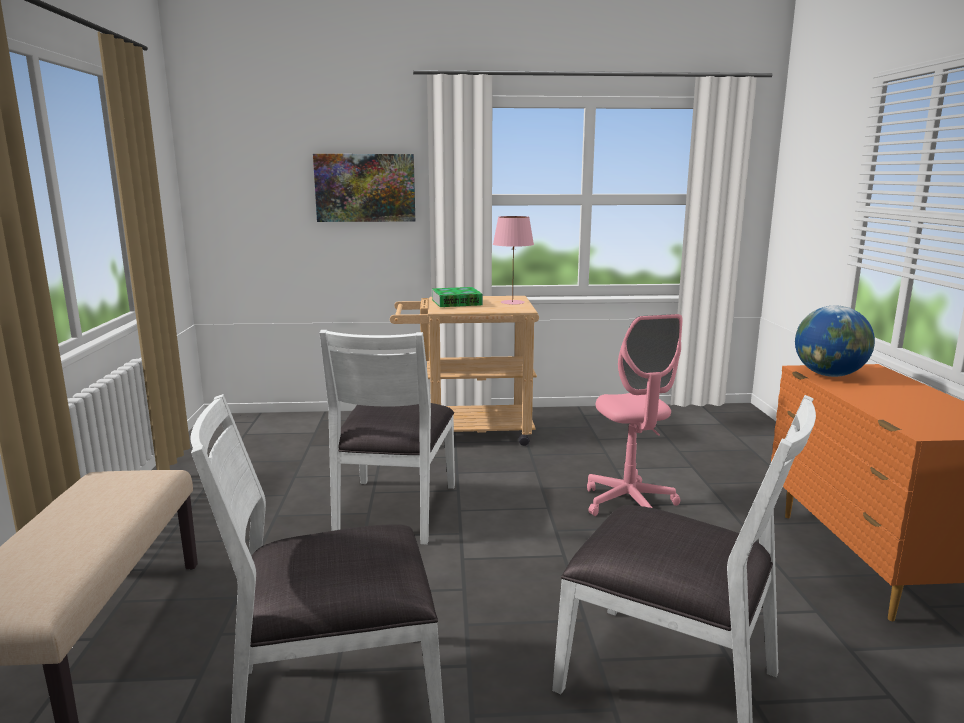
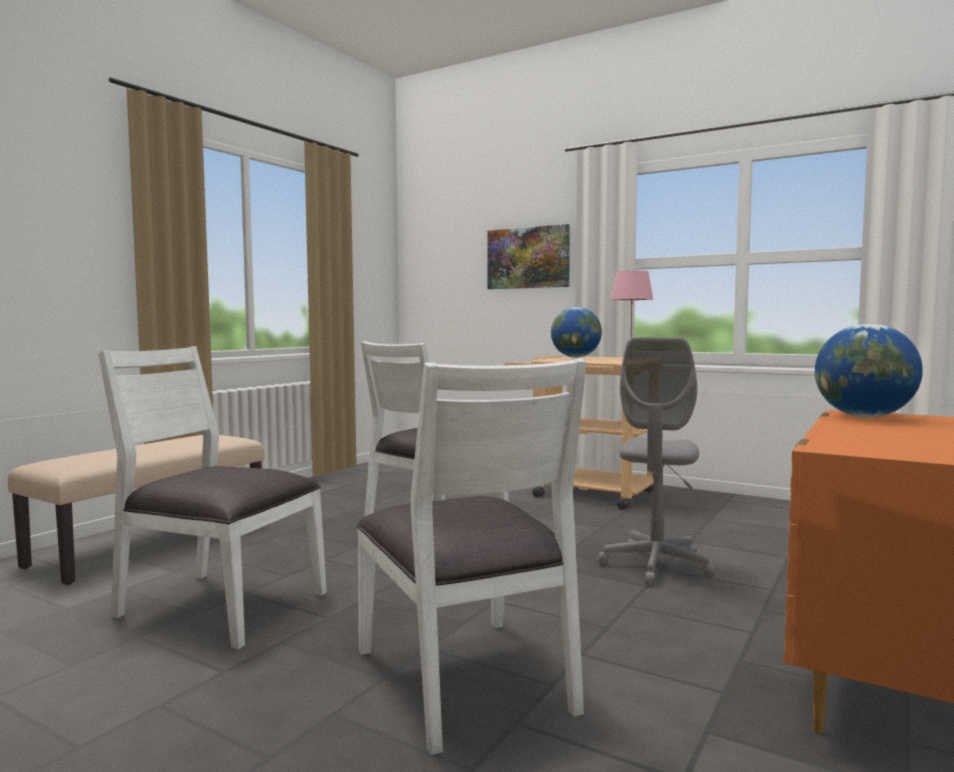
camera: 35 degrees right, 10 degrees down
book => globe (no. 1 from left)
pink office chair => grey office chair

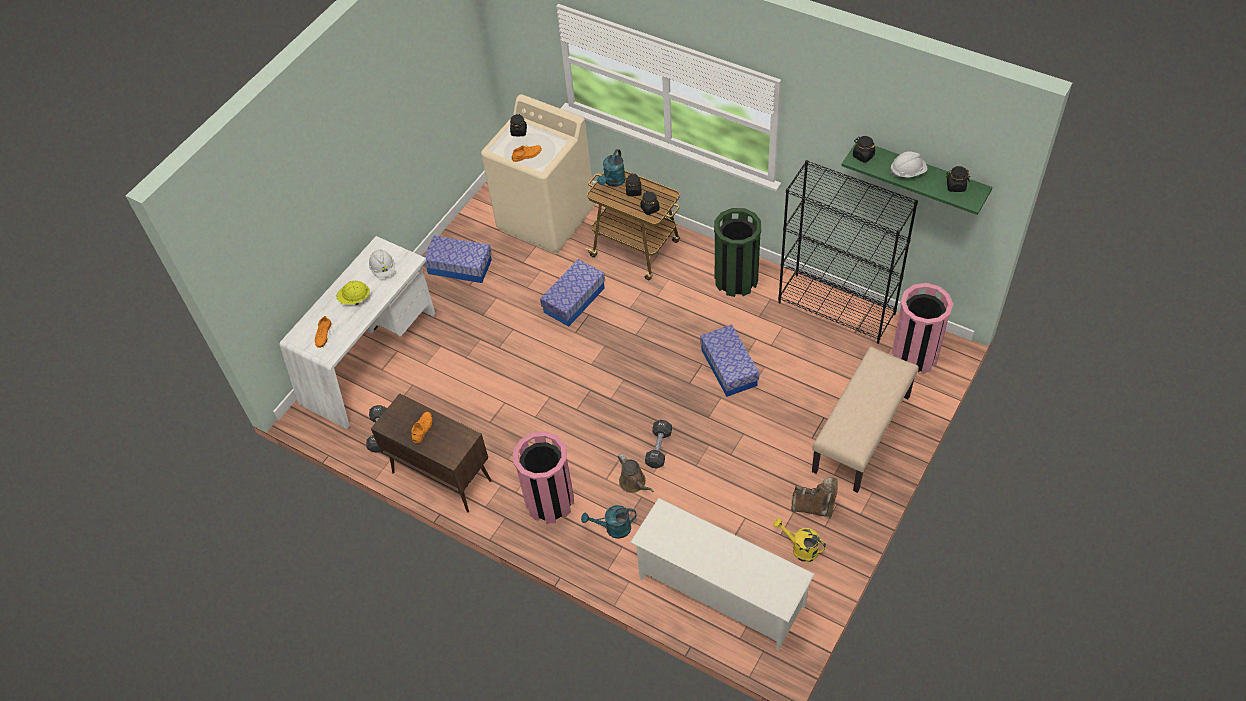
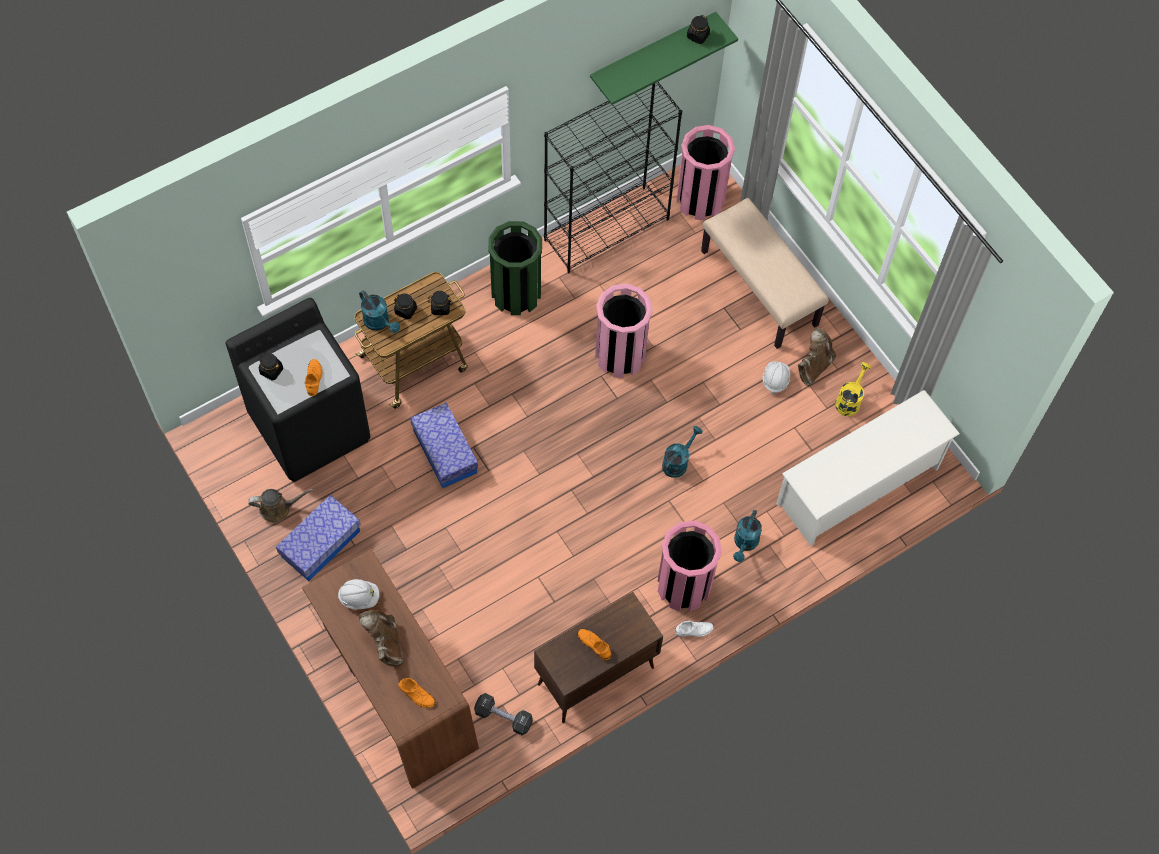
camera: 70 degrees left, 10 degrees up
beige washing machine => black washing machine
brown watering can, shifted
white desk => brown desk
yellow hard hat => brown boot (no. 1 from left)
storage box (no. 3 from left) => pink trash can (no. 1 from left)
black dumbbell (no. 2 from left) => turquoise watering can (no. 2 from left)
nothing => white shoe
white hard hat (no. 2 from left), shifted
yellow watering can, 150 degrees clockwise
black jar (no. 4 from left) => nothing

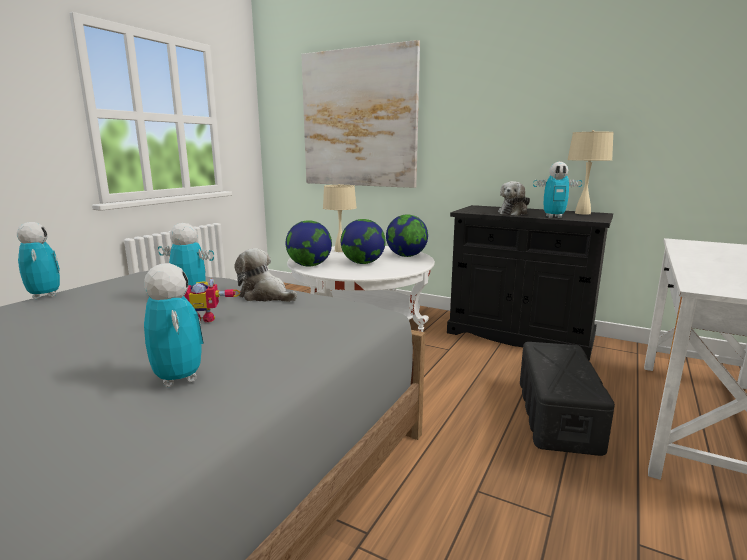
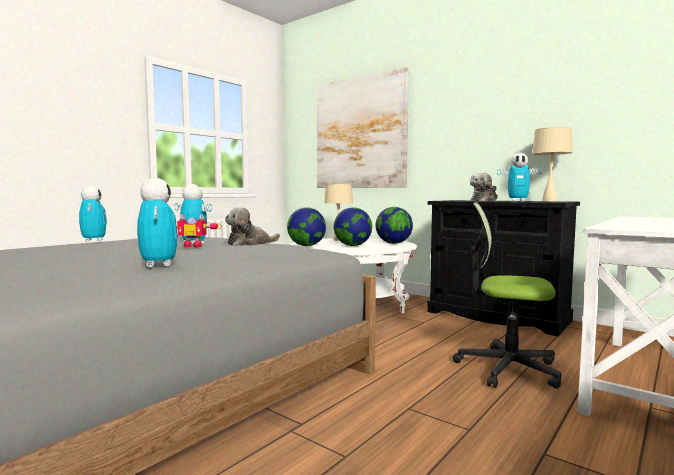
camera: 10 degrees right, 10 degrees down
plush toy (no. 1 from left), 75 degrees counterclockwise
black storage box => office chair

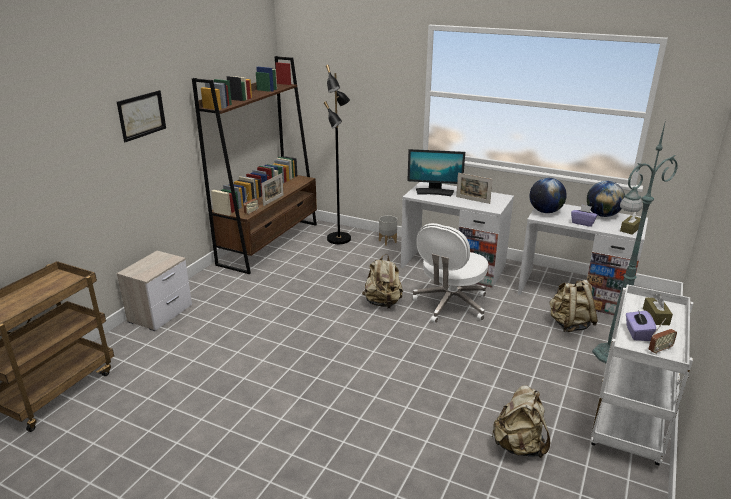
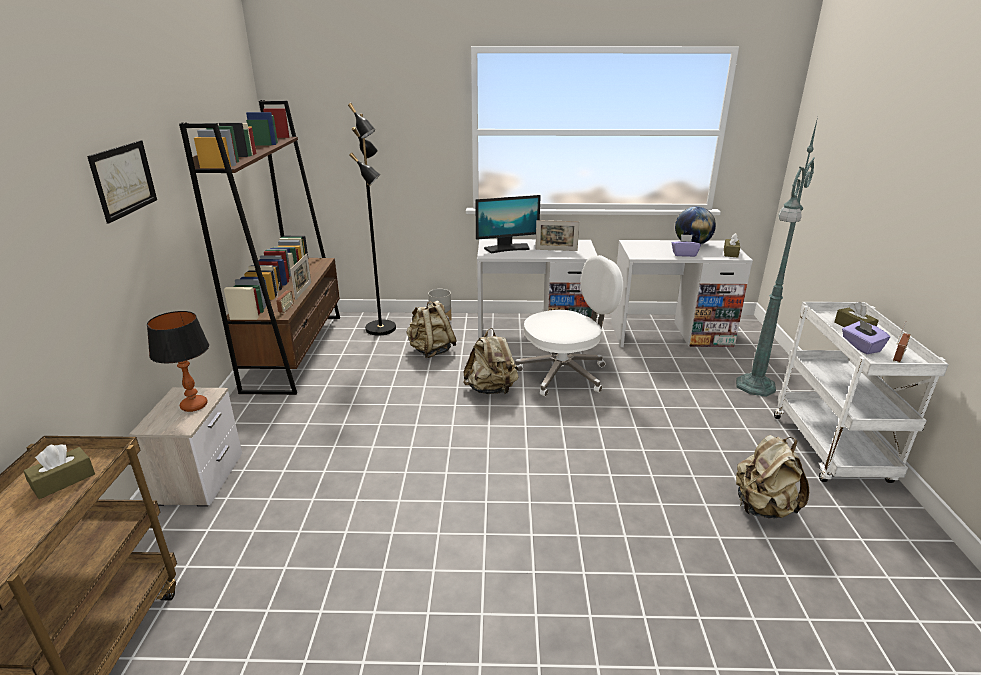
camera: 25 degrees left, 0 degrees up
nothing => brown tissue box (no. 1 from left)
nothing => table lamp
beige backpack (no. 3 from left in the first image) => beige backpack (no. 1 from left), shifted
white office chair, 120 degrees counterclockwise
globe (no. 1 from left) => nothing

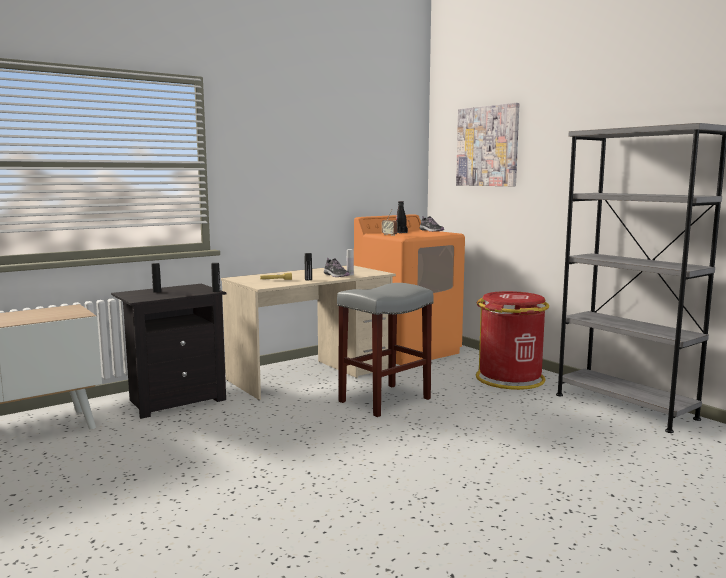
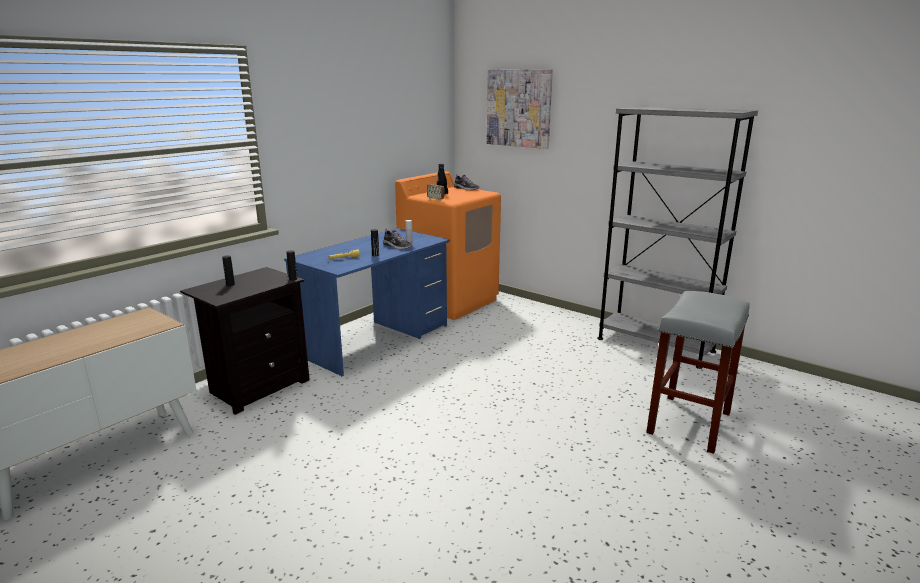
camera: 15 degrees left, 10 degrees up
beige desk => blue desk
grey stool, shifted
red trash can => nothing

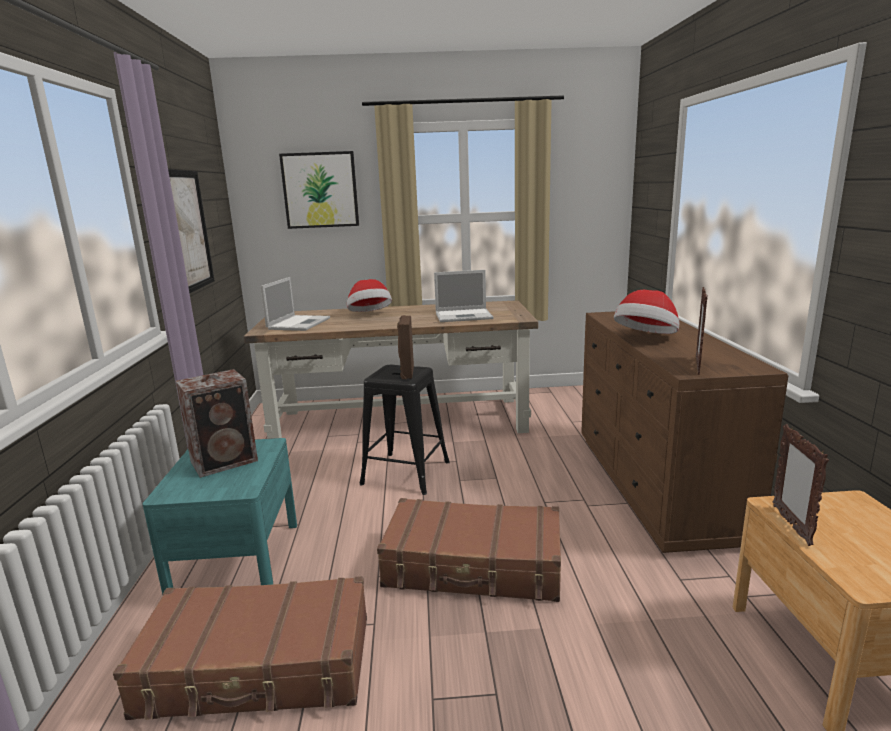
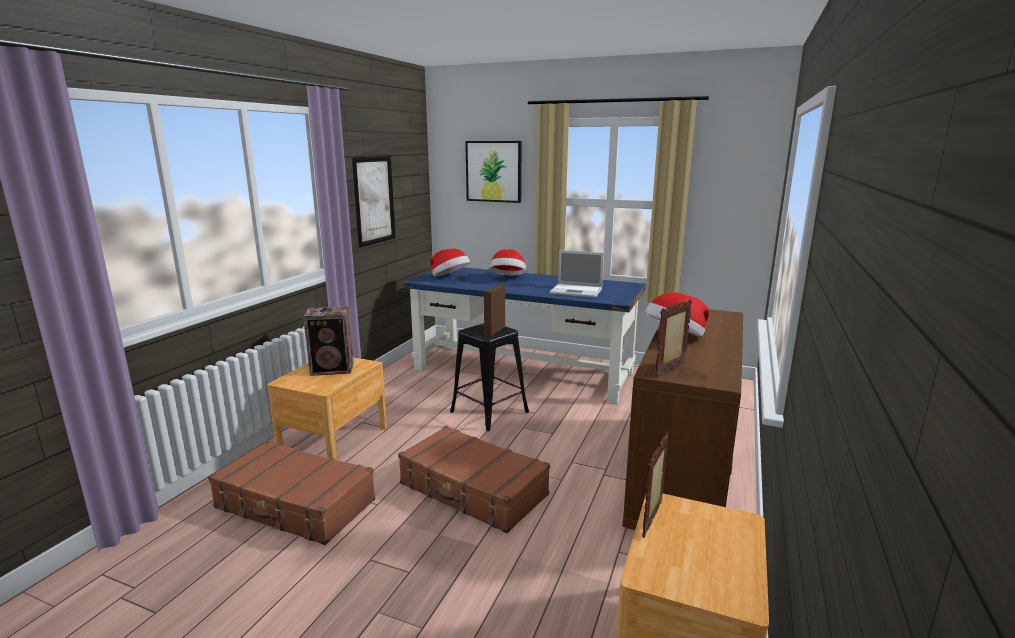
camera: 25 degrees right, 0 degrees up
turquoise nightstand => brown nightstand (no. 1 from left)
brown desk => blue desk
laptop (no. 1 from left) => hat (no. 1 from left)

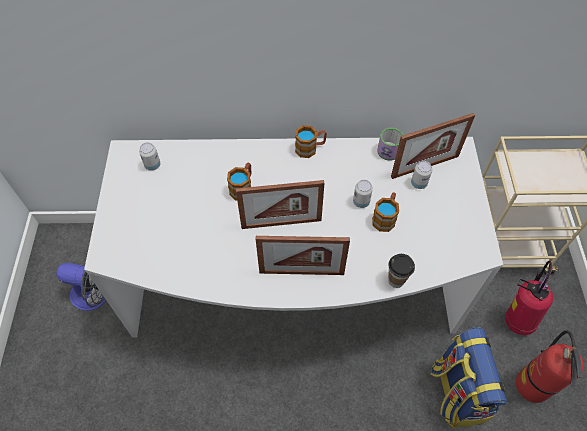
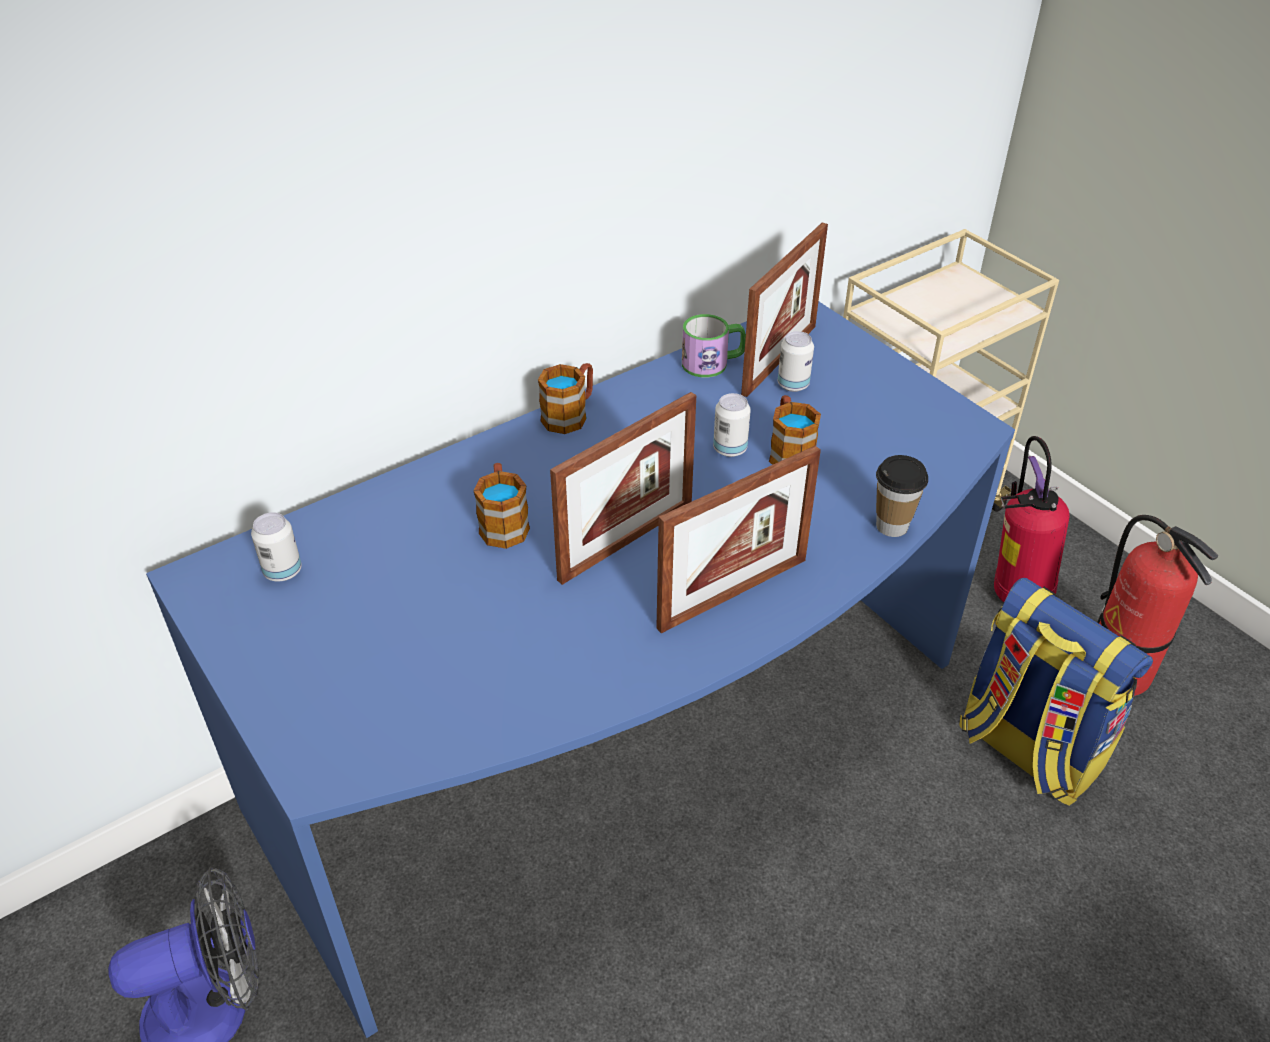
camera: 35 degrees left, 15 degrees down
white desk => blue desk

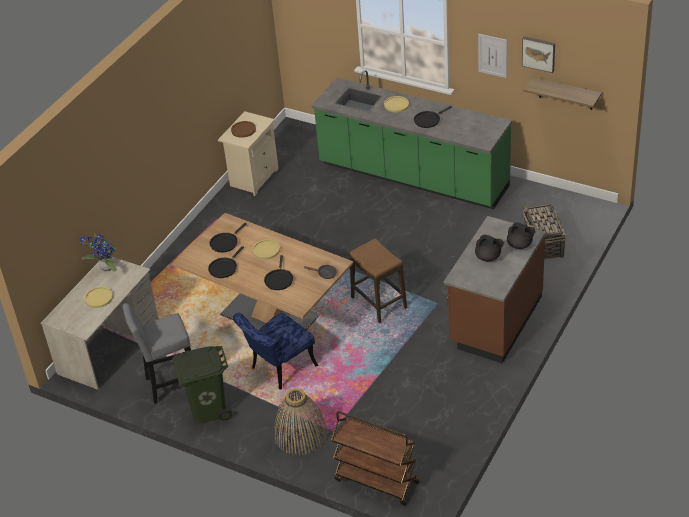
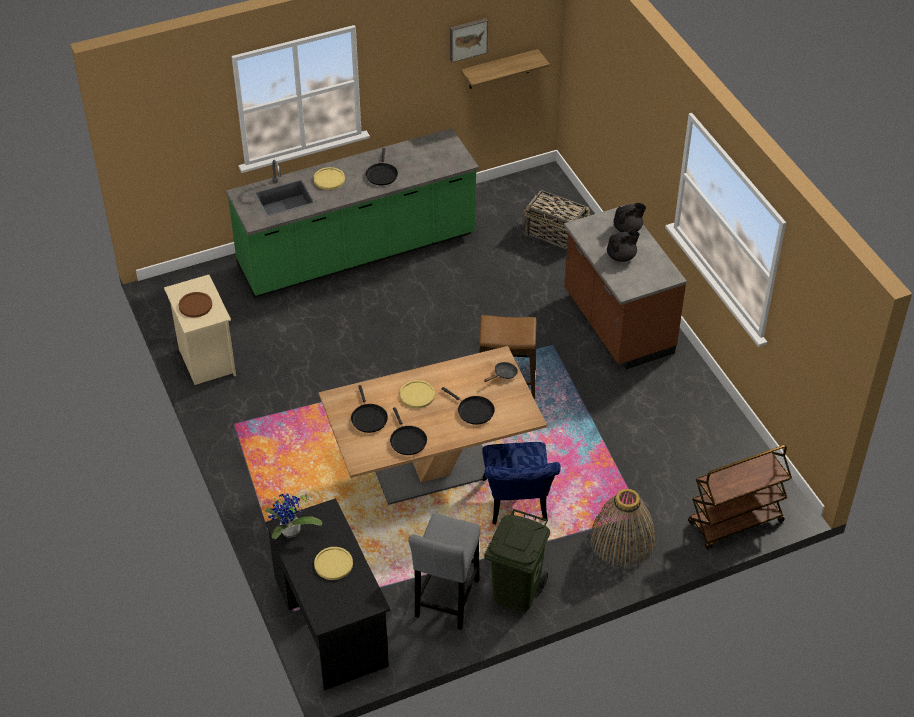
camera: 55 degrees left, 5 degrees up
beige desk => black desk
picture (no. 1 from left) => nothing

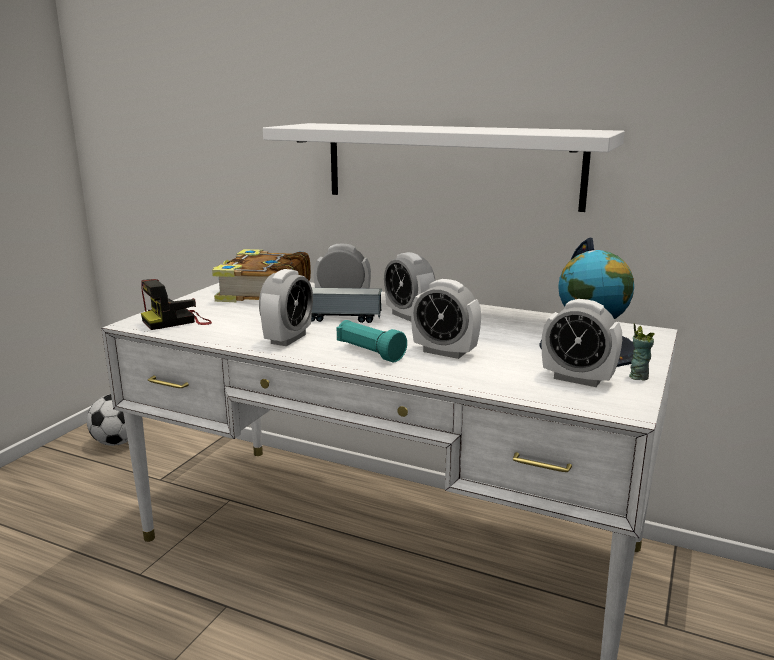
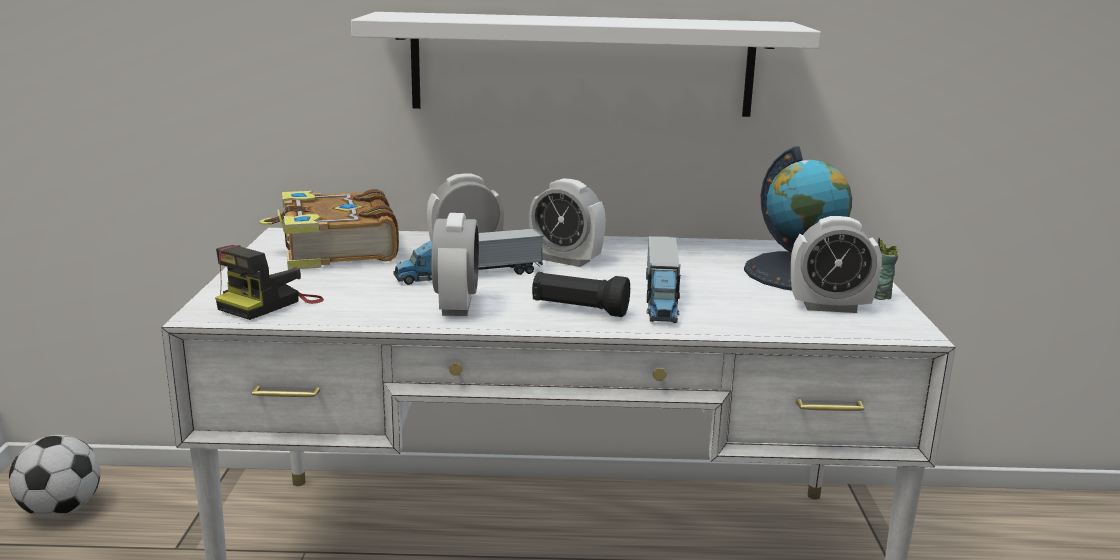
camera: 25 degrees left, 0 degrees up
turquoise flashlight => black flashlight
alarm clock (no. 4 from left) => toy truck (no. 2 from left)

